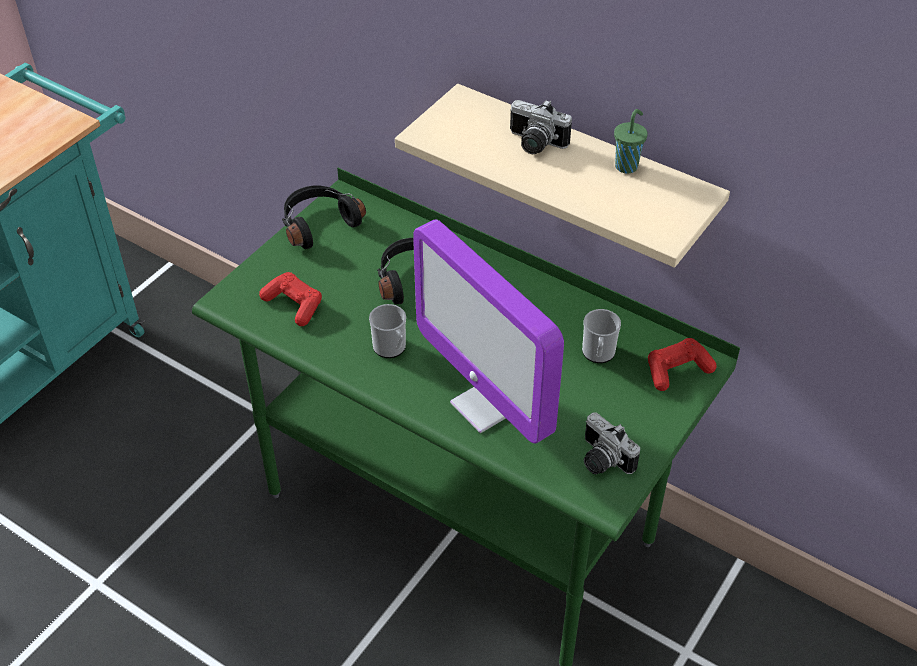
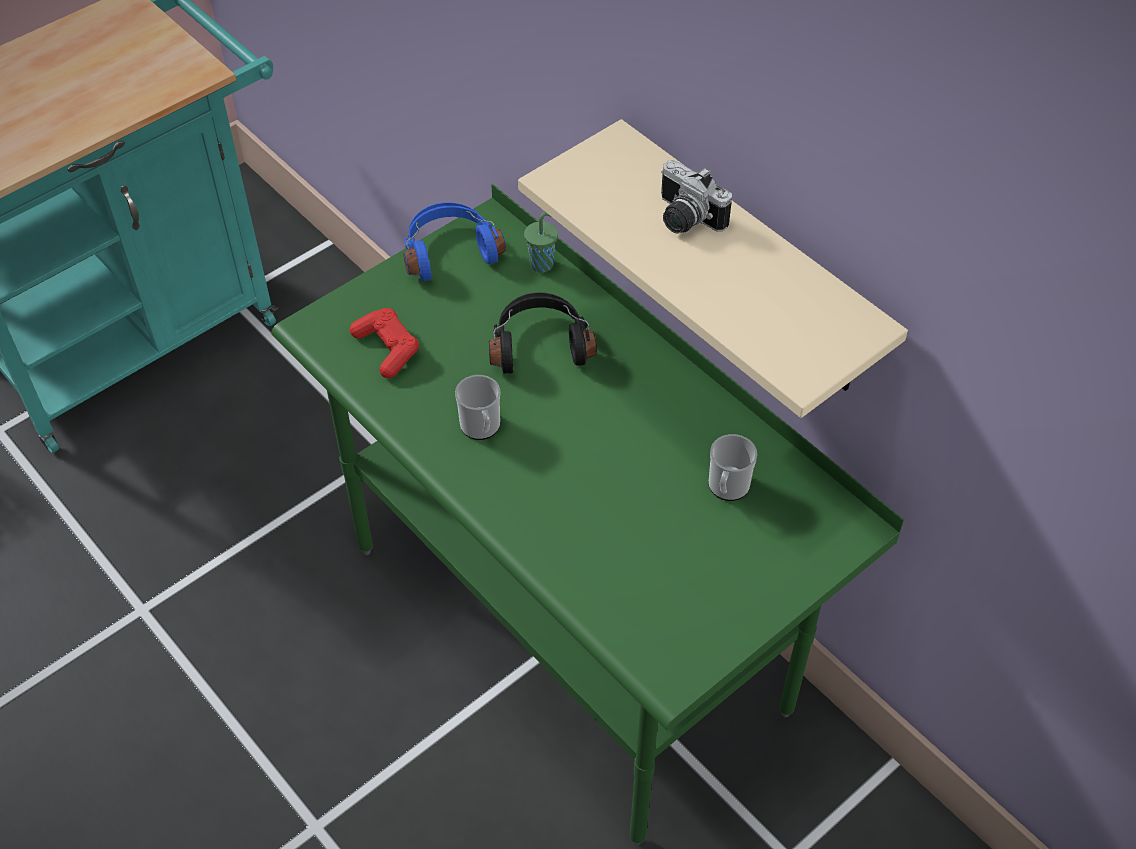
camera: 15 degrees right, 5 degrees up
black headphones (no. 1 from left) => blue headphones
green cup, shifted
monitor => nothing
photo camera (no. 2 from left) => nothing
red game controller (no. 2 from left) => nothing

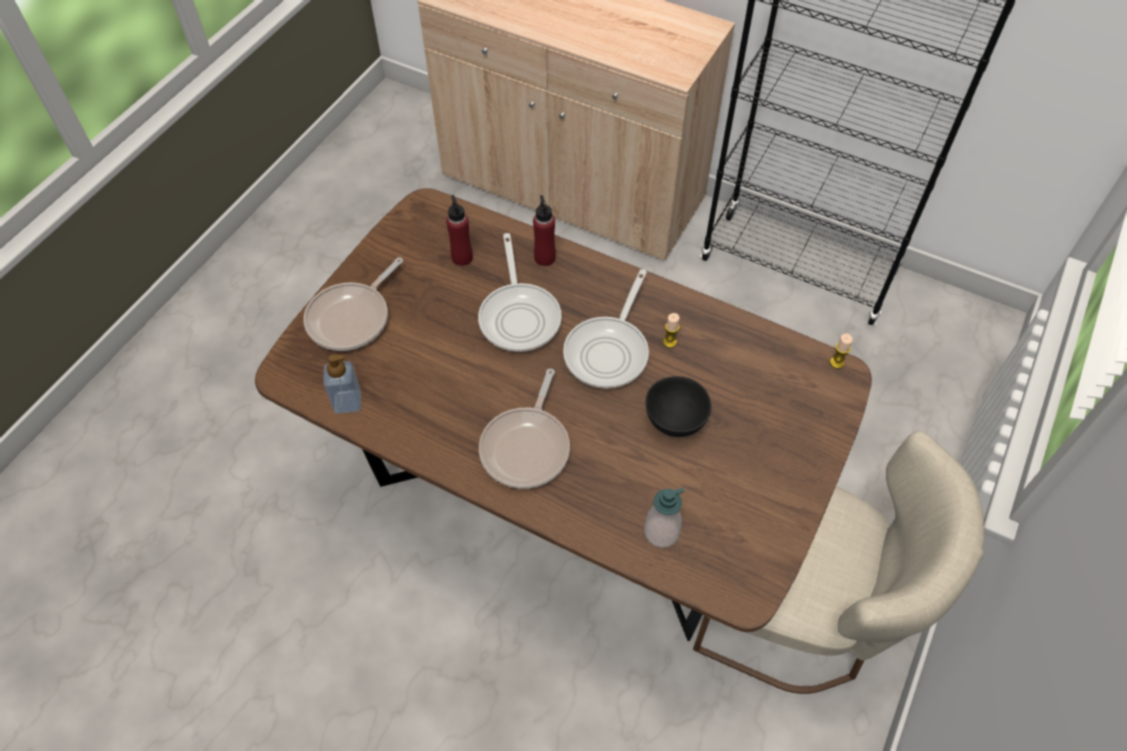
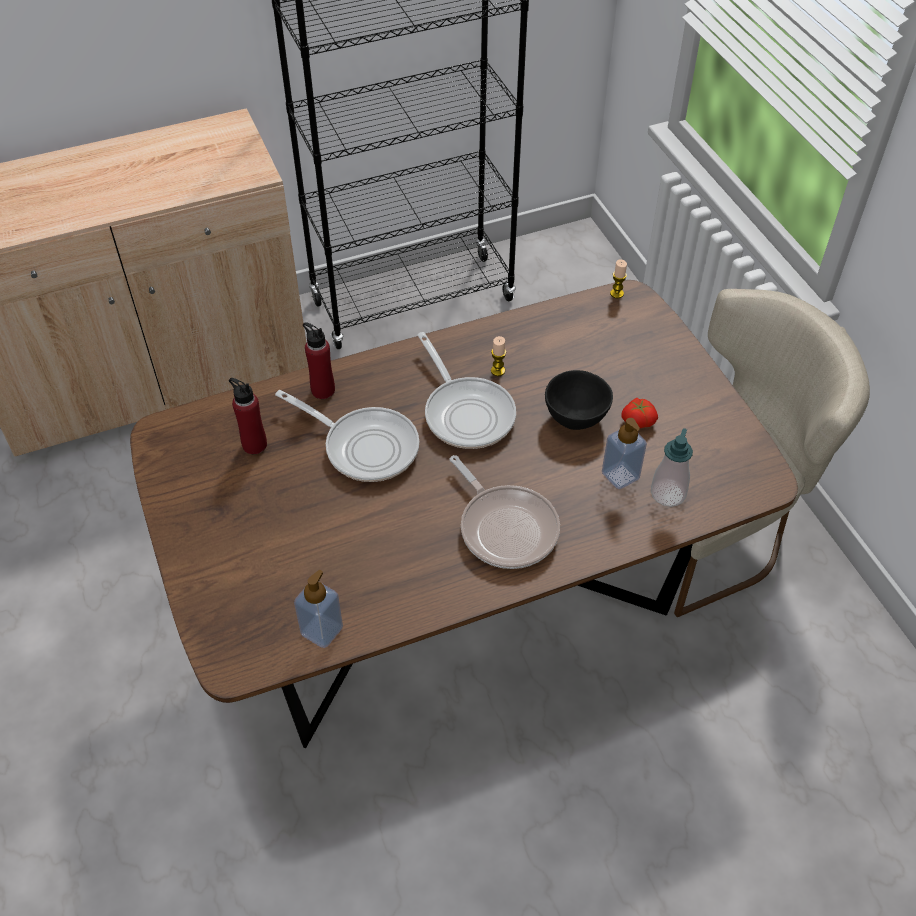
camera: 50 degrees left, 5 degrees down
nothing => soap dispenser (no. 2 from left)
nothing => tomato
frying pan (no. 1 from left) => nothing

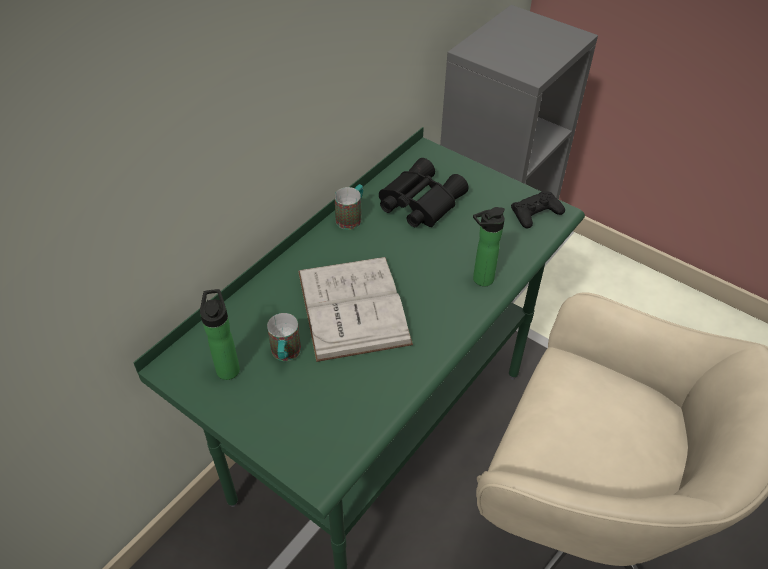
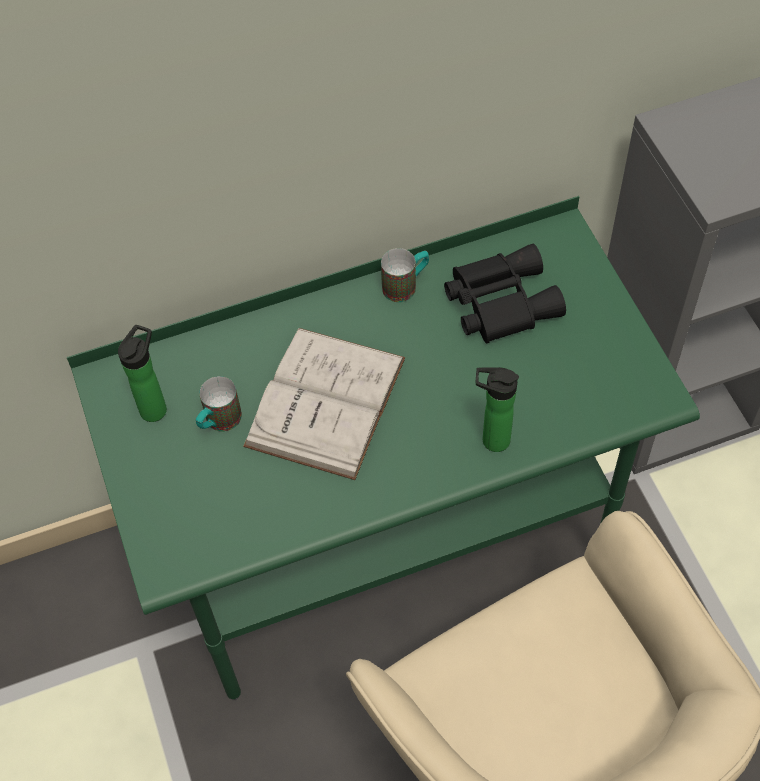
camera: 35 degrees right, 10 degrees up
black game controller => nothing

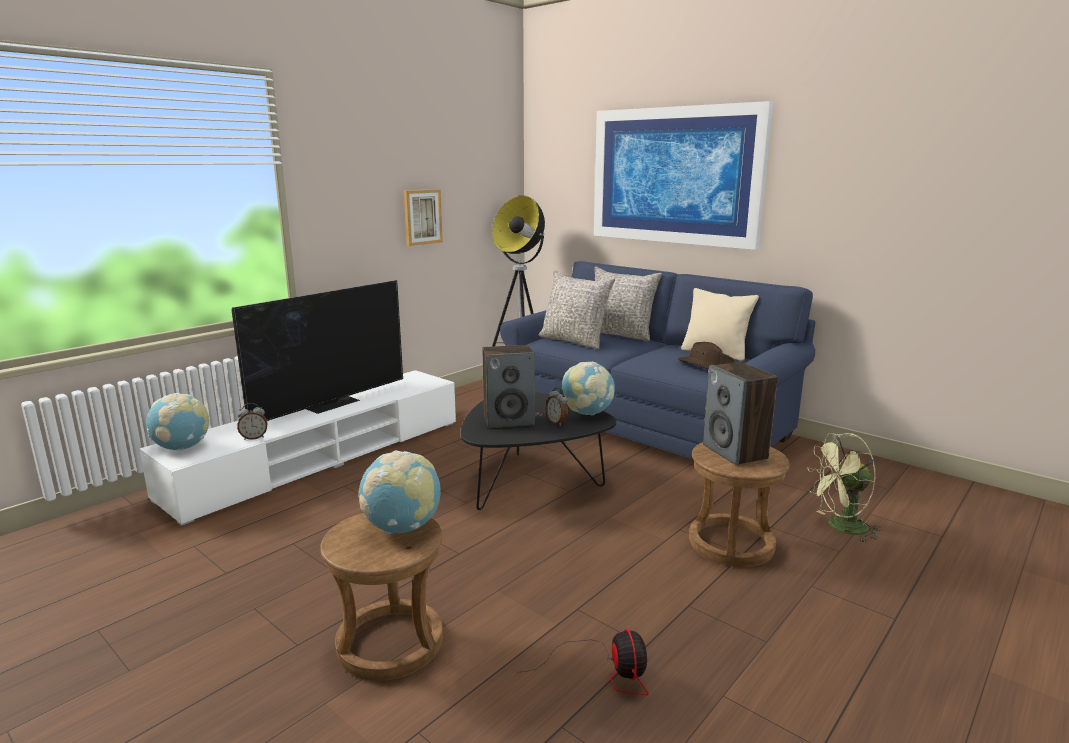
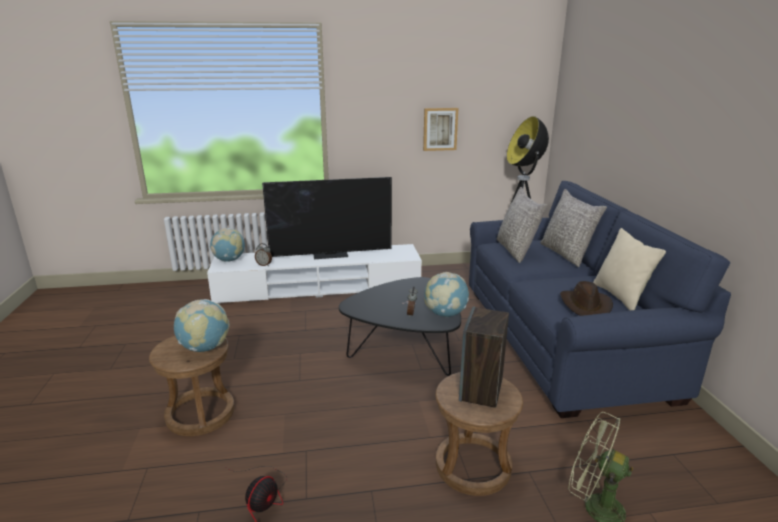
camera: 40 degrees right, 5 degrees up
speaker (no. 1 from left) => nothing
picture (no. 2 from left) => nothing

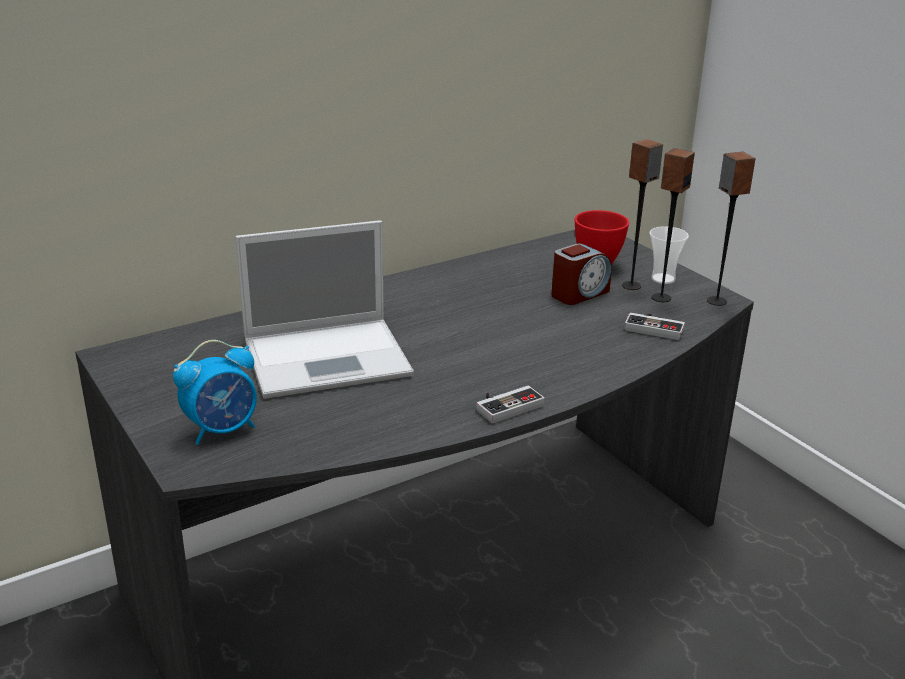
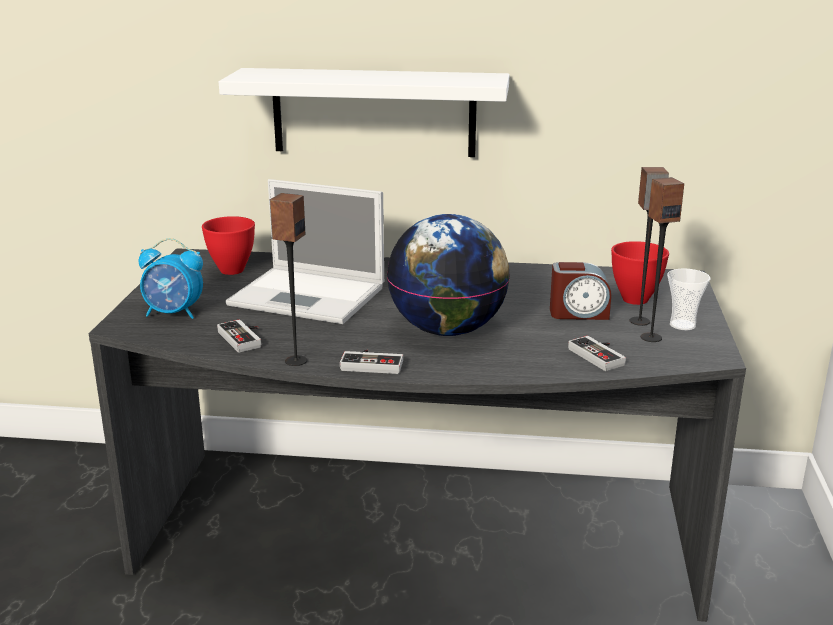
camera: 40 degrees right, 5 degrees down
nothing => red bowl (no. 1 from left)
nothing => game controller (no. 1 from left)
nothing => white shelf
speaker (no. 3 from left in the first image) => speaker (no. 1 from left), shifted
nothing => globe

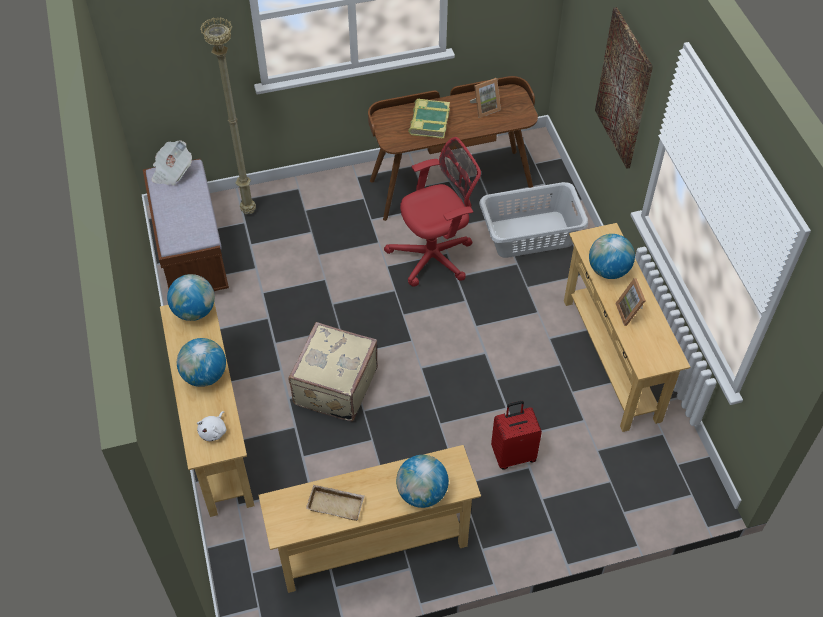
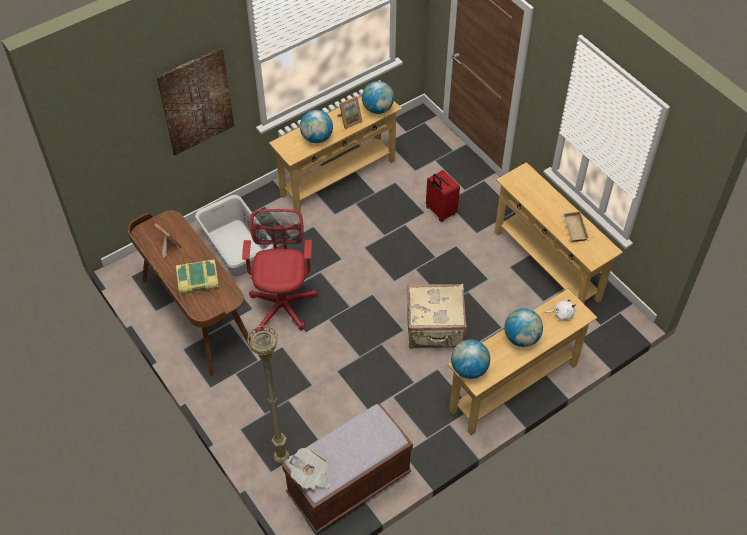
camera: 110 degrees left, 0 degrees up
red office chair, 45 degrees clockwise
globe (no. 3 from left in the first image) => globe (no. 2 from left), shifted

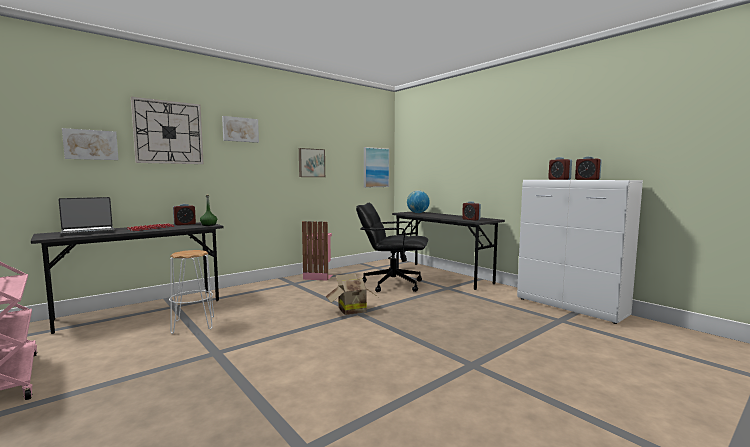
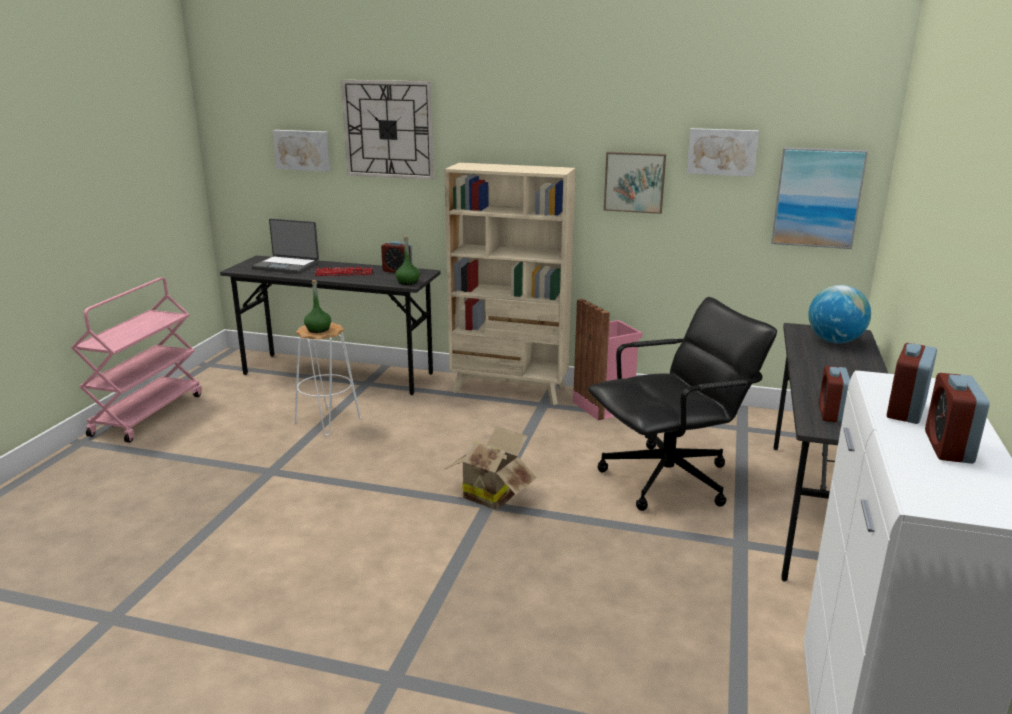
camera: 55 degrees right, 15 degrees up
nothing => green bottle (no. 1 from left)
nothing => beige bookcase
black office chair, 90 degrees clockwise
picture (no. 2 from left in the first image) => picture (no. 3 from left), shifted

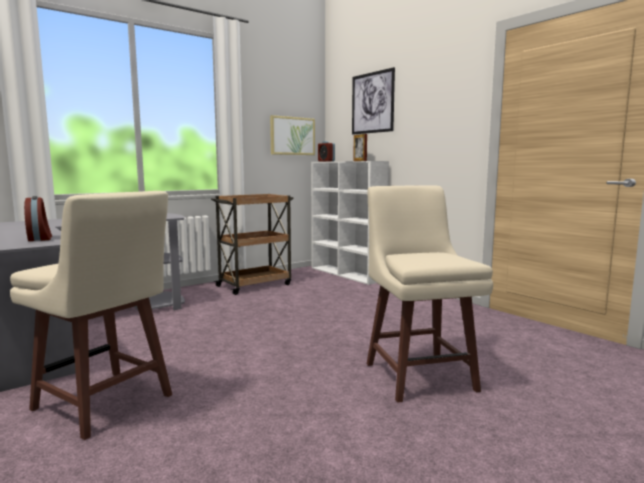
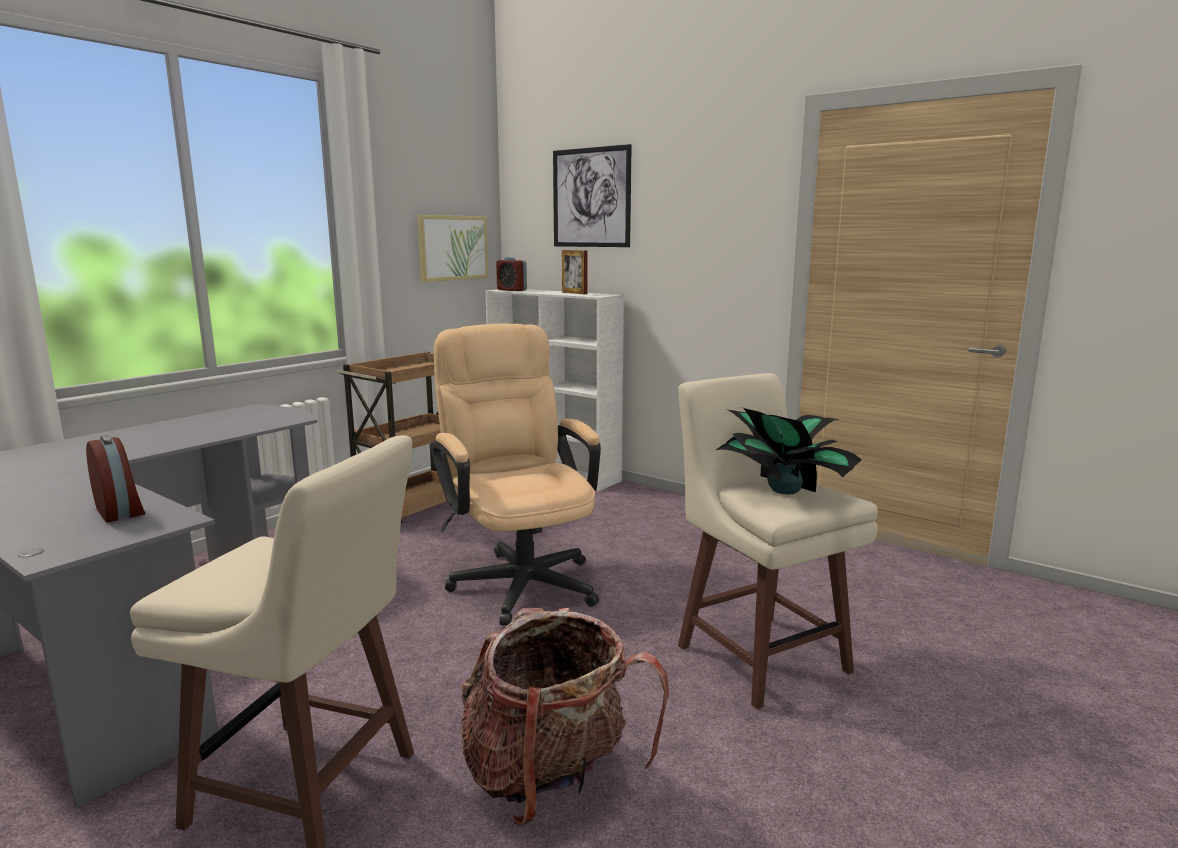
camera: 15 degrees left, 5 degrees up
nothing => beige office chair
nothing => backpack
nothing => potted plant

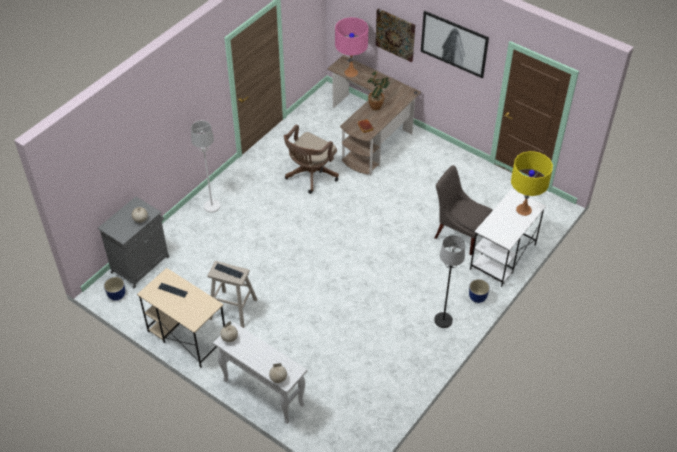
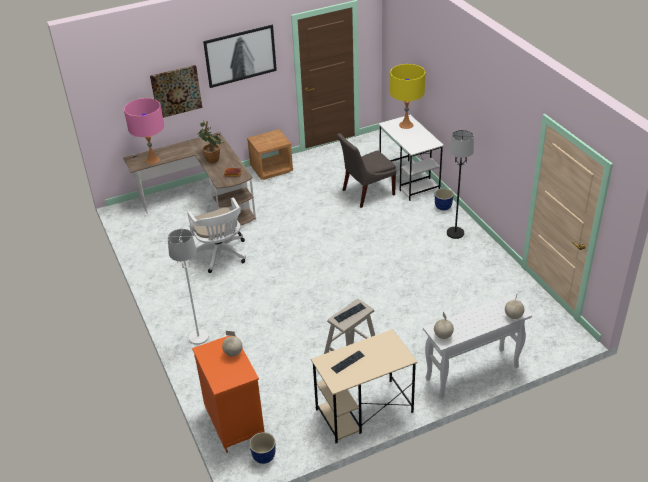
camera: 60 degrees left, 10 degrees down
brown office chair => white office chair
grey cabinet => orange cabinet
nothing => brown nightstand

